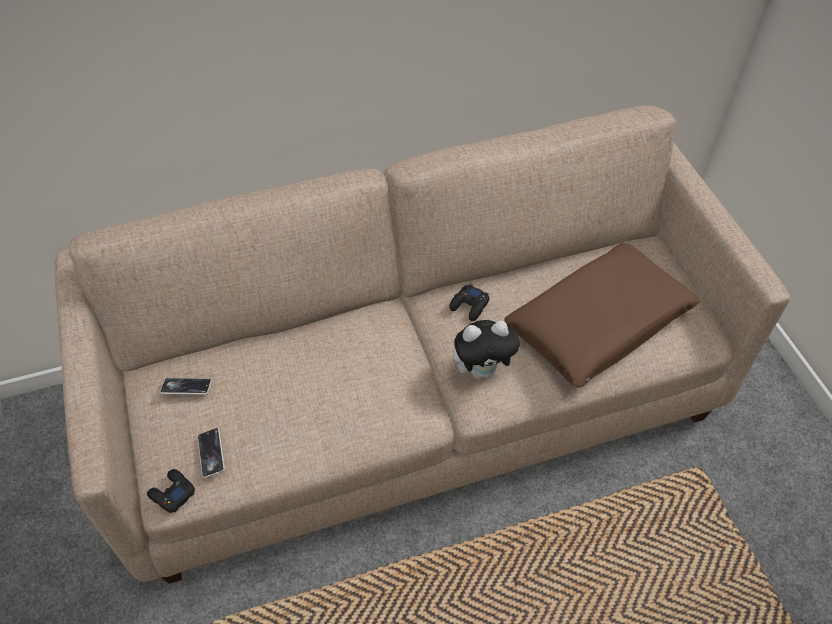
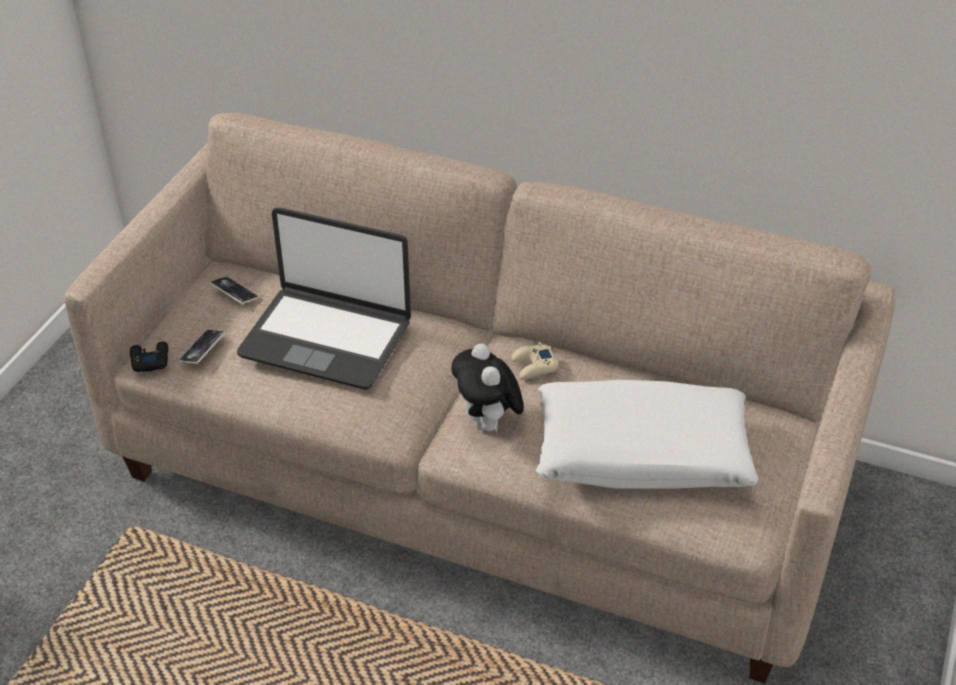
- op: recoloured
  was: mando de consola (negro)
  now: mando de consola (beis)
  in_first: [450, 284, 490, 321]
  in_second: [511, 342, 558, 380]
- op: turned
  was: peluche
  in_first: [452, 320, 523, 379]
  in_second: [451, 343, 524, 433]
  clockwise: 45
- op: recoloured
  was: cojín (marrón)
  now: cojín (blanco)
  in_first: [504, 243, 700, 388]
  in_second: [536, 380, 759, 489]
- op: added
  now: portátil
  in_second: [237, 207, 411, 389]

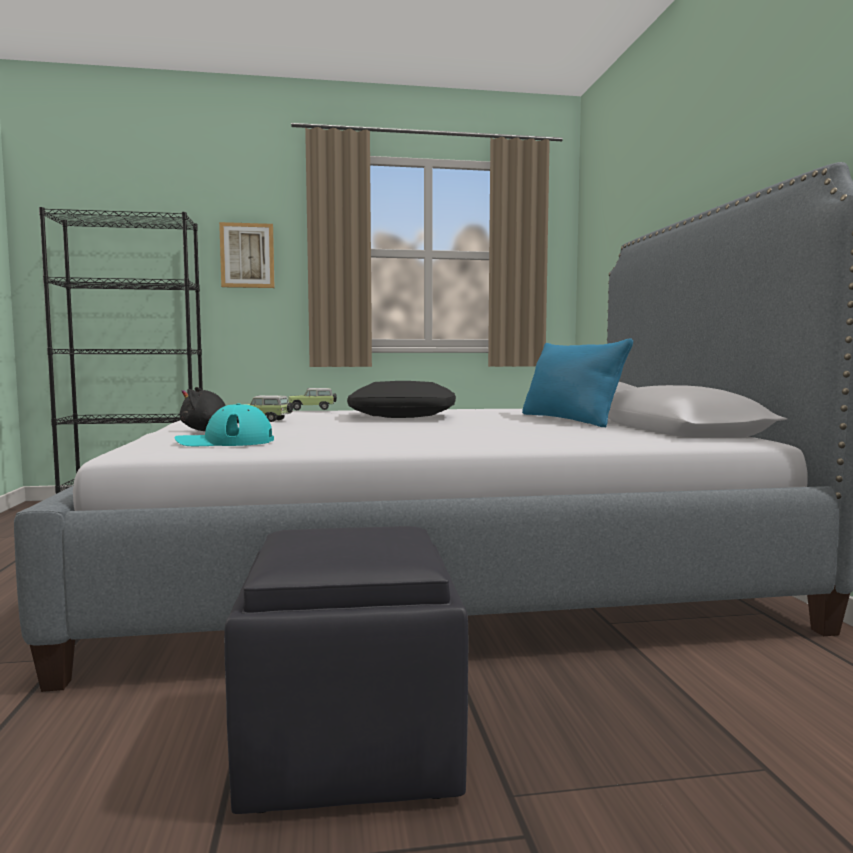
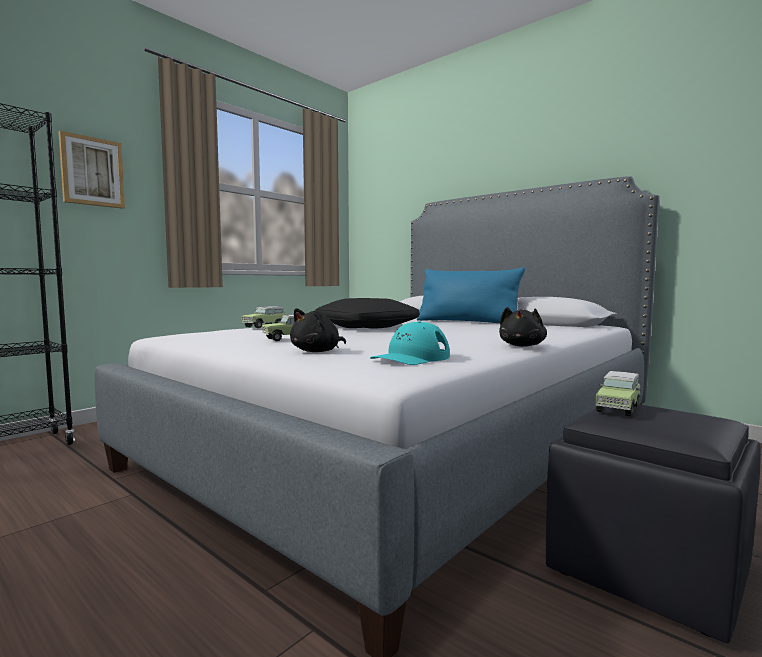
- op: added
  now: peluche (negro)
  in_second: [499, 307, 547, 347]
- op: added
  now: coche de juguete
  in_second: [595, 371, 641, 417]

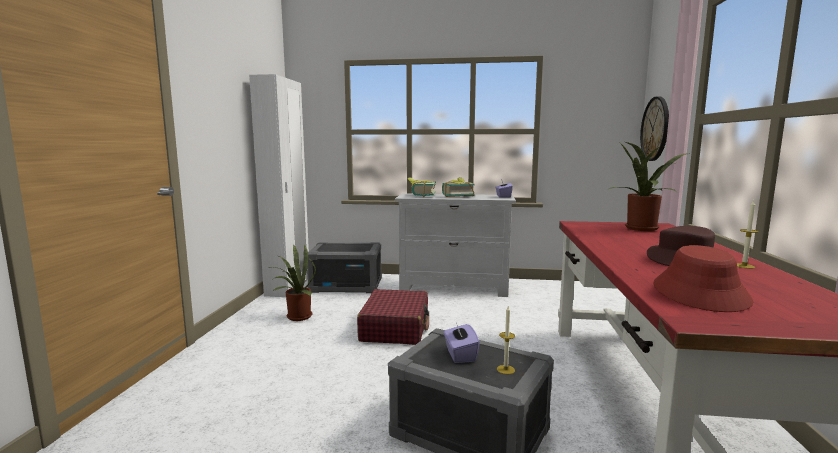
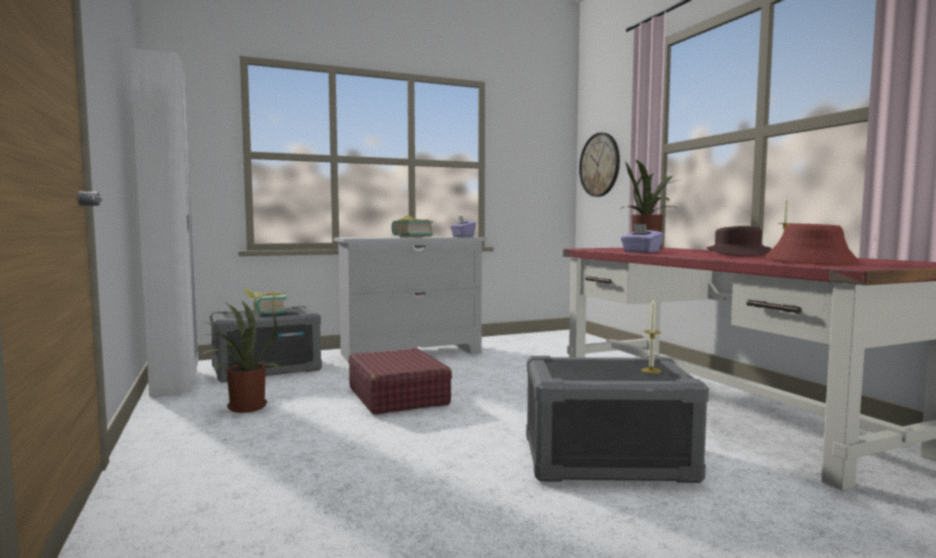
- op: moved
  was: libro
  in_first: [407, 178, 436, 197]
  in_second: [243, 289, 287, 315]
- op: moved
  was: caja de pañuelos (morado)
  in_first: [444, 323, 480, 363]
  in_second: [621, 224, 664, 253]

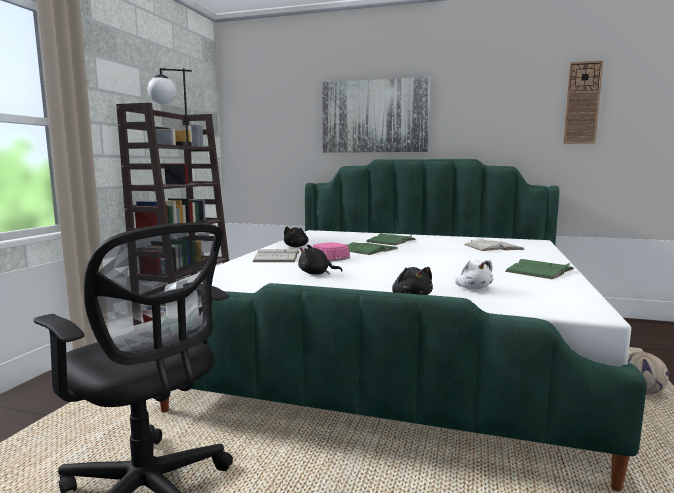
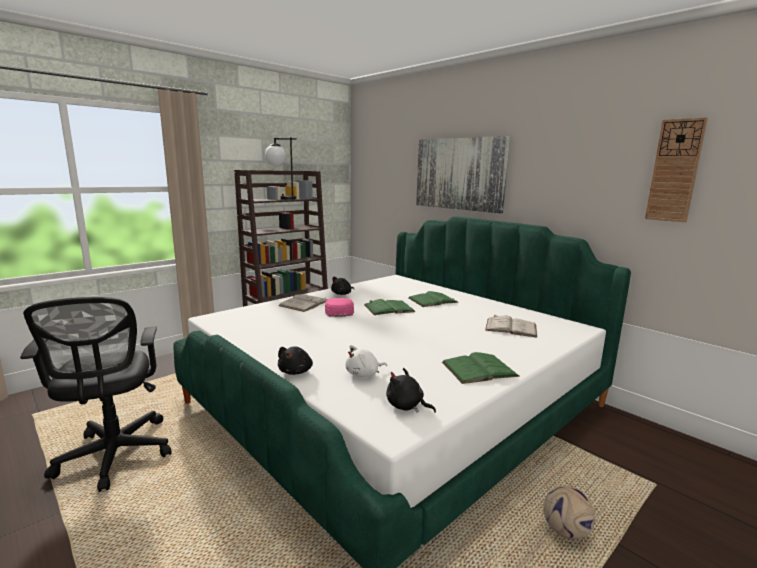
- op: moved
  was: peluche (negro)
  in_first: [298, 244, 342, 275]
  in_second: [386, 368, 436, 413]
- op: turned
  was: peluche (blanco)
  in_first: [454, 259, 493, 290]
  in_second: [345, 345, 387, 378]
  clockwise: 45

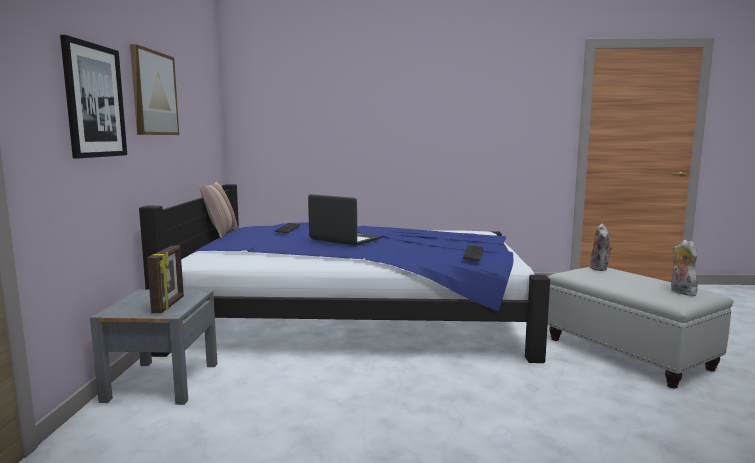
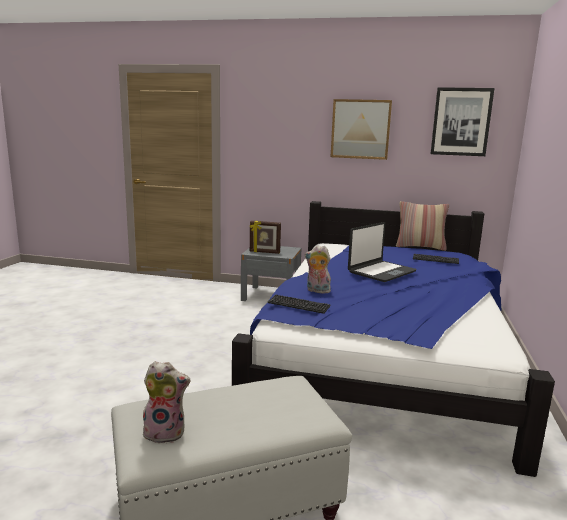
- op: moved
  was: cuadro
  in_first: [60, 35, 127, 158]
  in_second: [431, 87, 495, 156]
- op: moved
  was: peluche
  in_first: [590, 224, 613, 271]
  in_second: [305, 245, 331, 294]

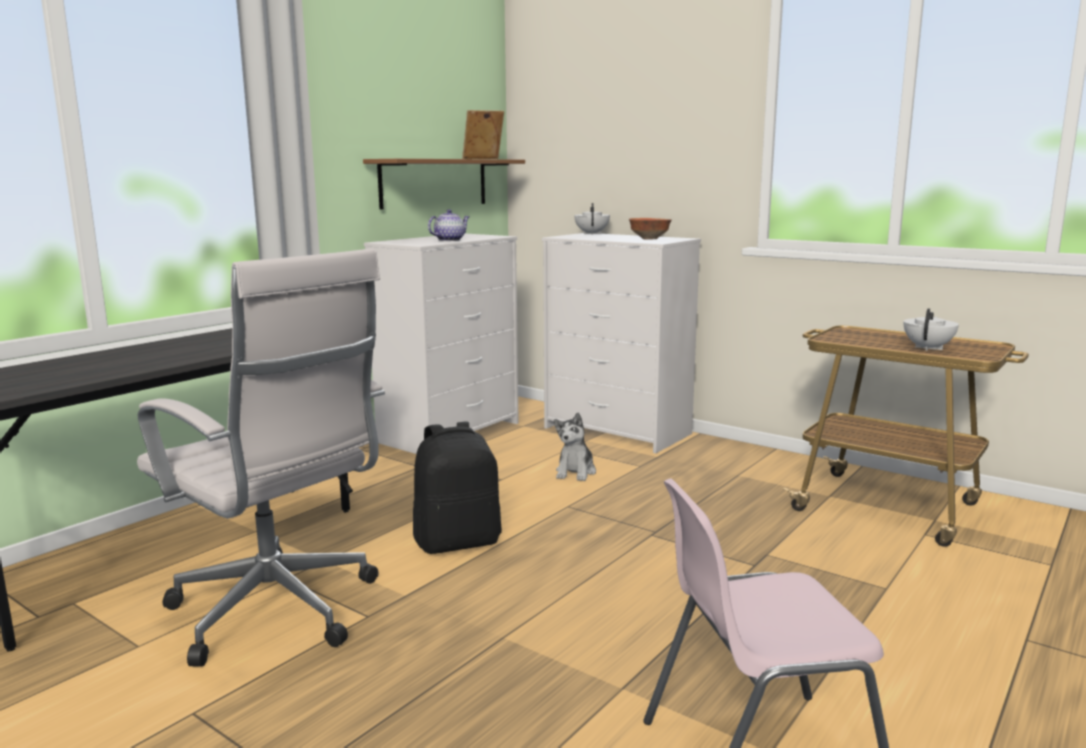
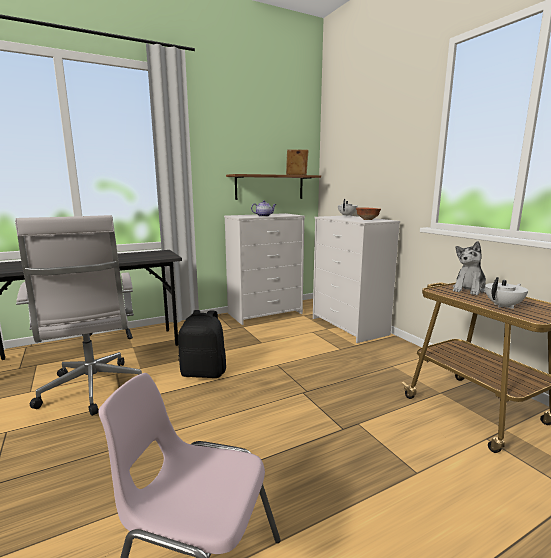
- op: moved
  was: peluche
  in_first: [554, 413, 596, 481]
  in_second: [453, 241, 486, 295]

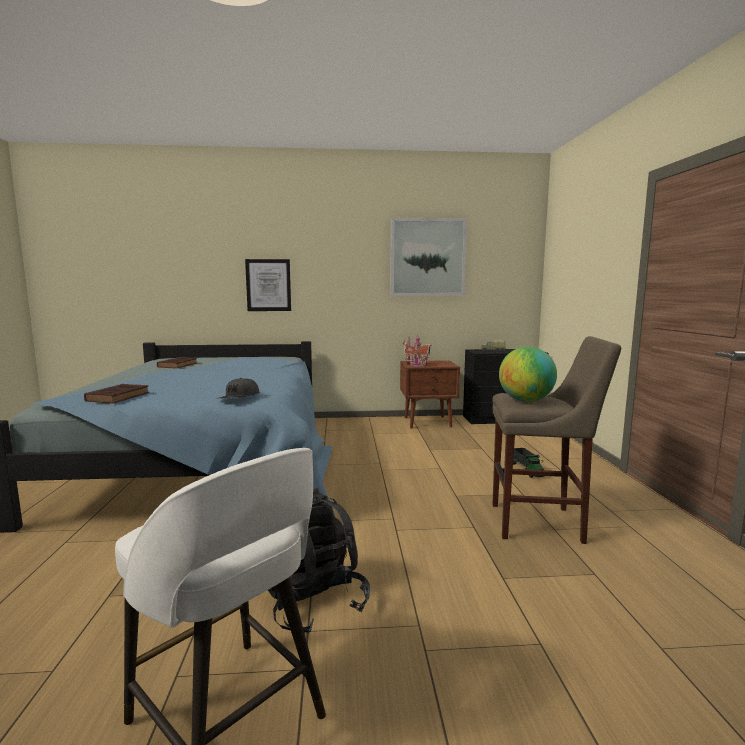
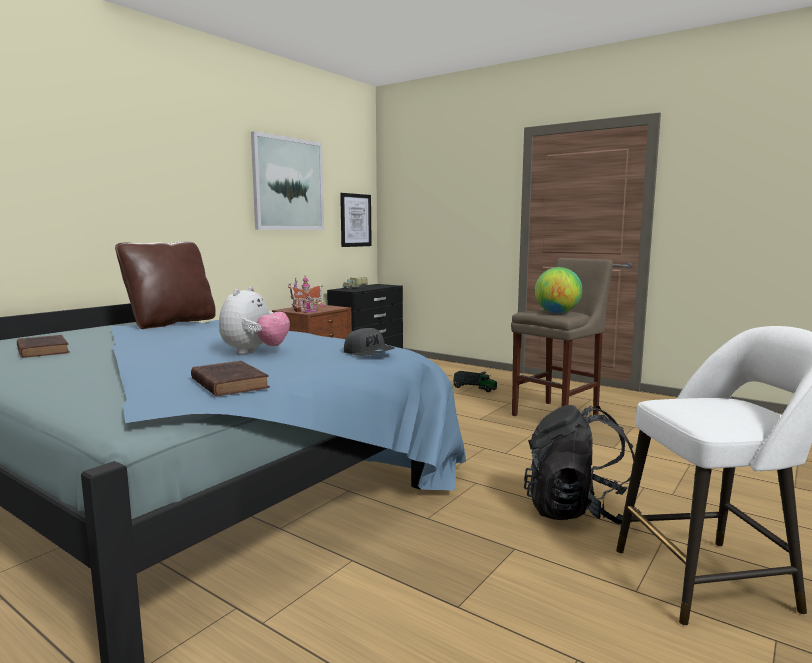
- op: moved
  was: cuadro
  in_first: [245, 259, 291, 311]
  in_second: [340, 193, 372, 247]
- op: added
  now: cojín (marrón)
  in_second: [115, 241, 216, 329]
- op: added
  now: peluche
  in_second: [219, 286, 290, 354]

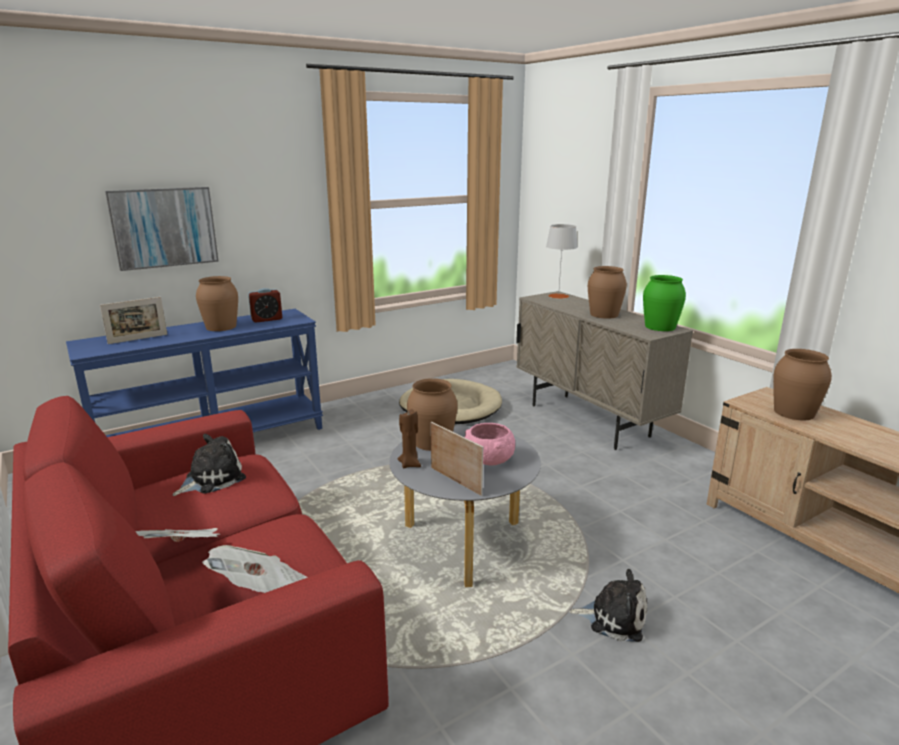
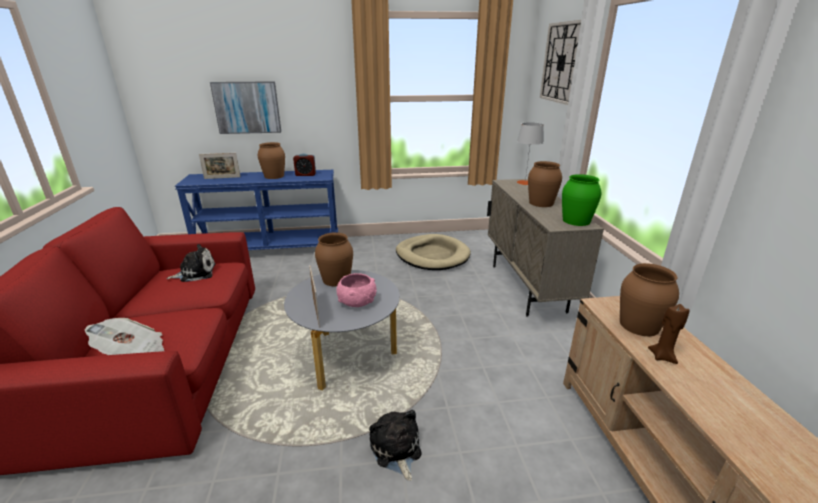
- op: removed
  was: periódico
  in_first: [135, 528, 220, 542]
- op: moved
  was: vela (marrón)
  in_first: [397, 409, 421, 468]
  in_second: [648, 304, 690, 364]
- op: turned
  was: peluche
  in_first: [569, 569, 647, 642]
  in_second: [369, 410, 421, 481]
  clockwise: -150
- op: added
  now: reloj de pared
  in_second: [540, 20, 581, 105]

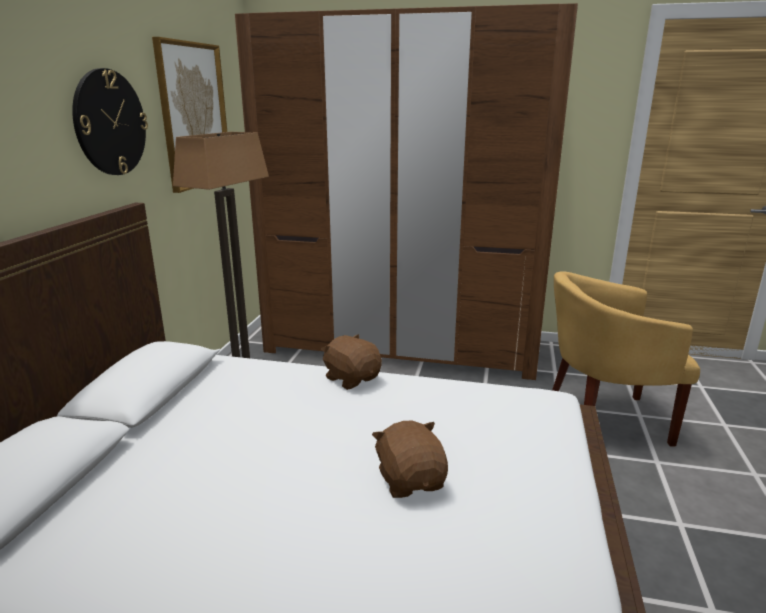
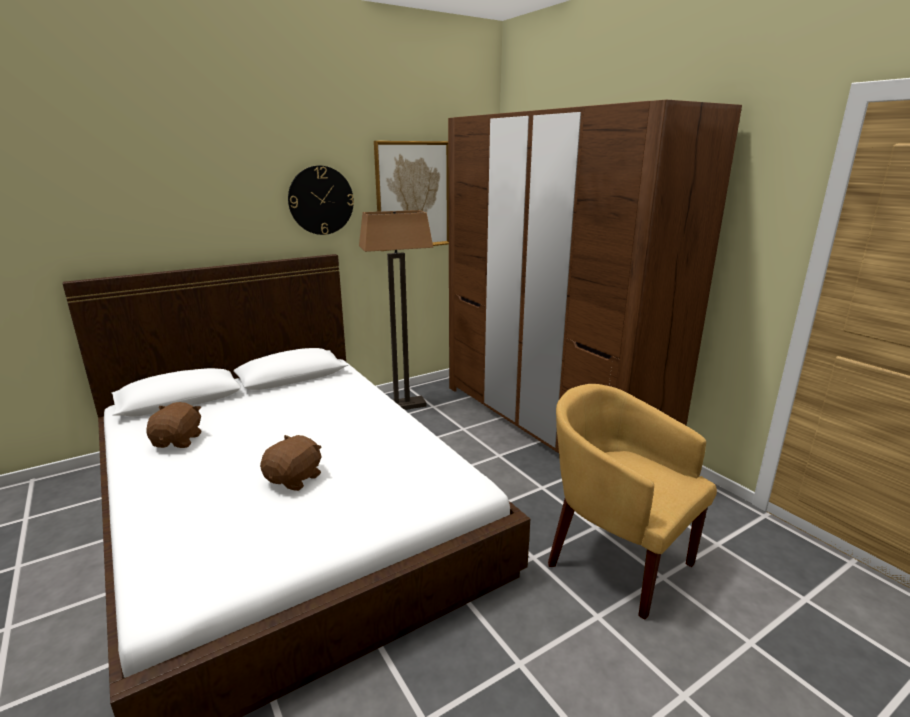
- op: moved
  was: peluche (marrón)
  in_first: [321, 334, 382, 390]
  in_second: [147, 402, 202, 448]

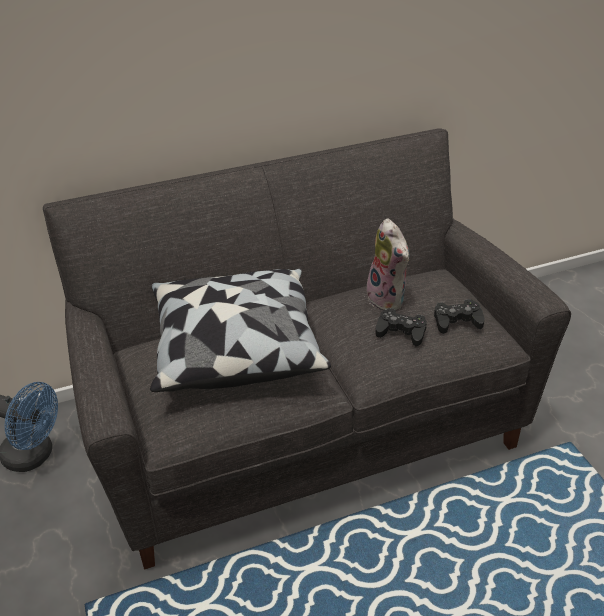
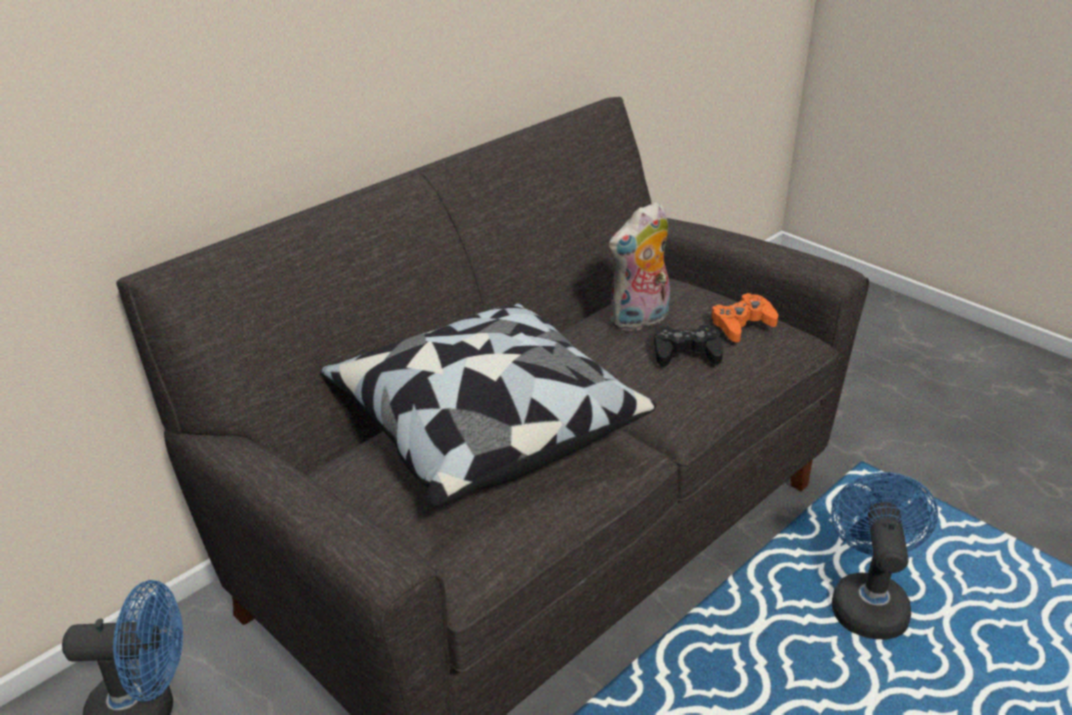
- op: turned
  was: peluche
  in_first: [366, 218, 409, 311]
  in_second: [609, 201, 670, 332]
  clockwise: 105
- op: recoloured
  was: mando de consola (negro)
  now: mando de consola (naranja)
  in_first: [434, 299, 485, 334]
  in_second: [710, 293, 778, 343]
- op: added
  now: ventilador (azul)
  in_second: [831, 472, 938, 640]

